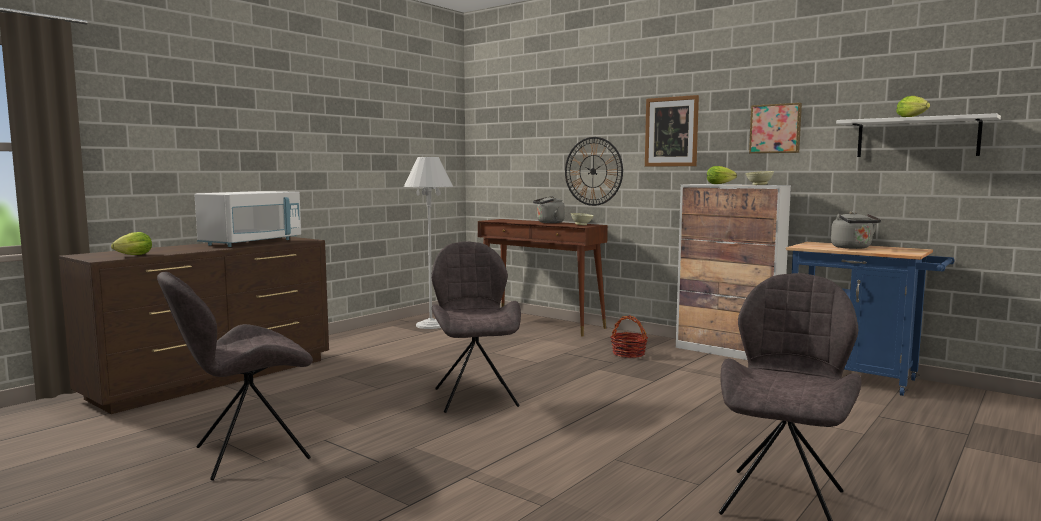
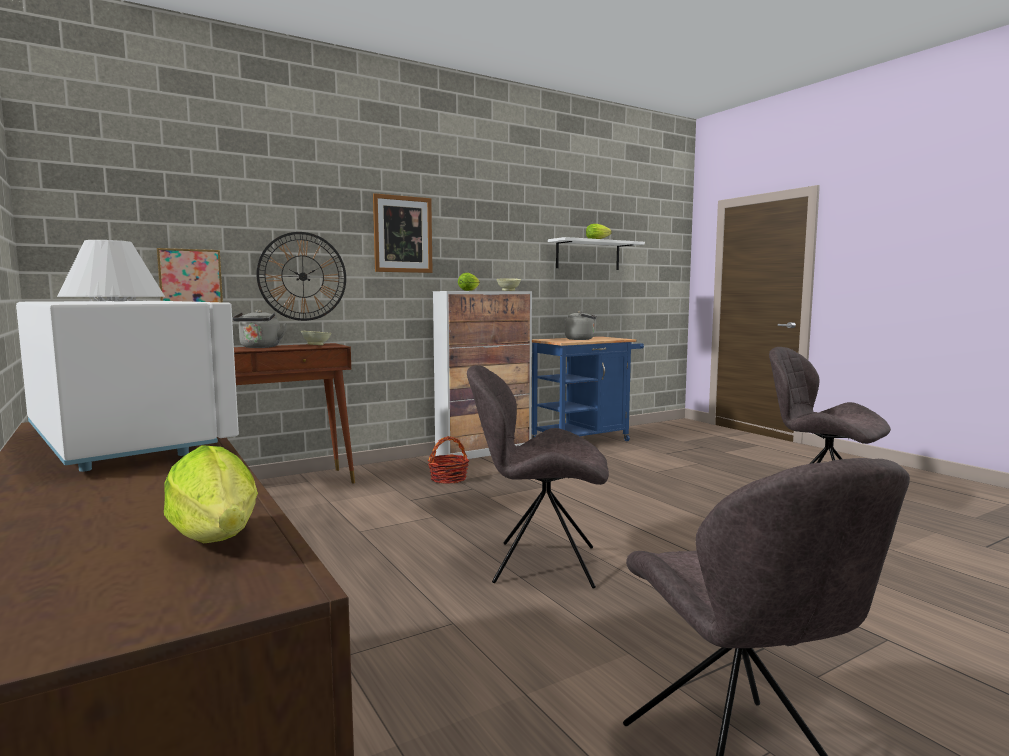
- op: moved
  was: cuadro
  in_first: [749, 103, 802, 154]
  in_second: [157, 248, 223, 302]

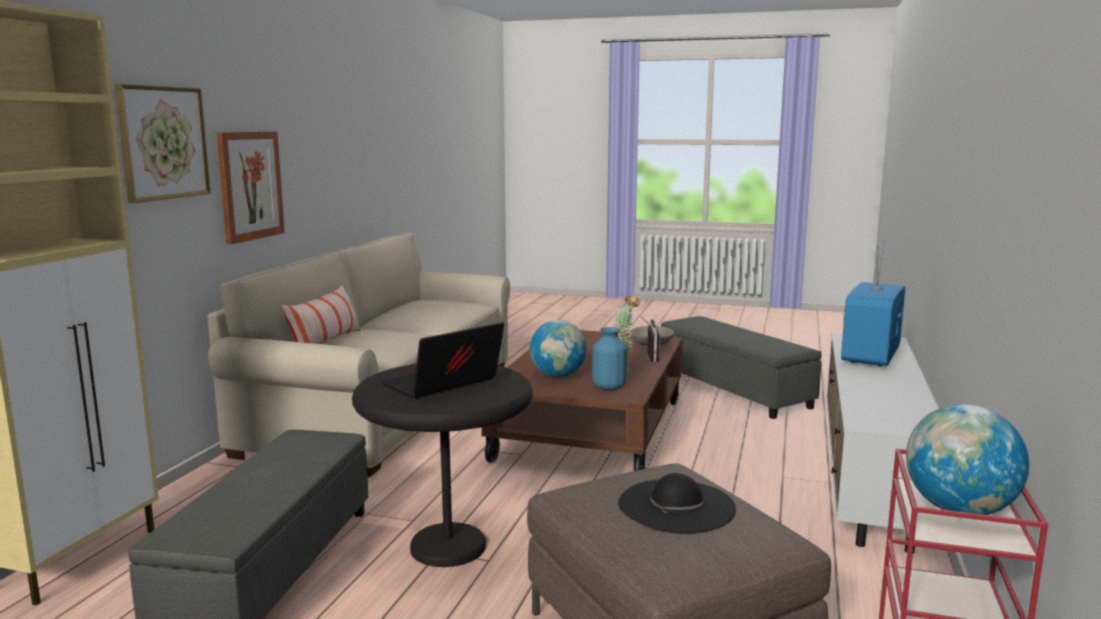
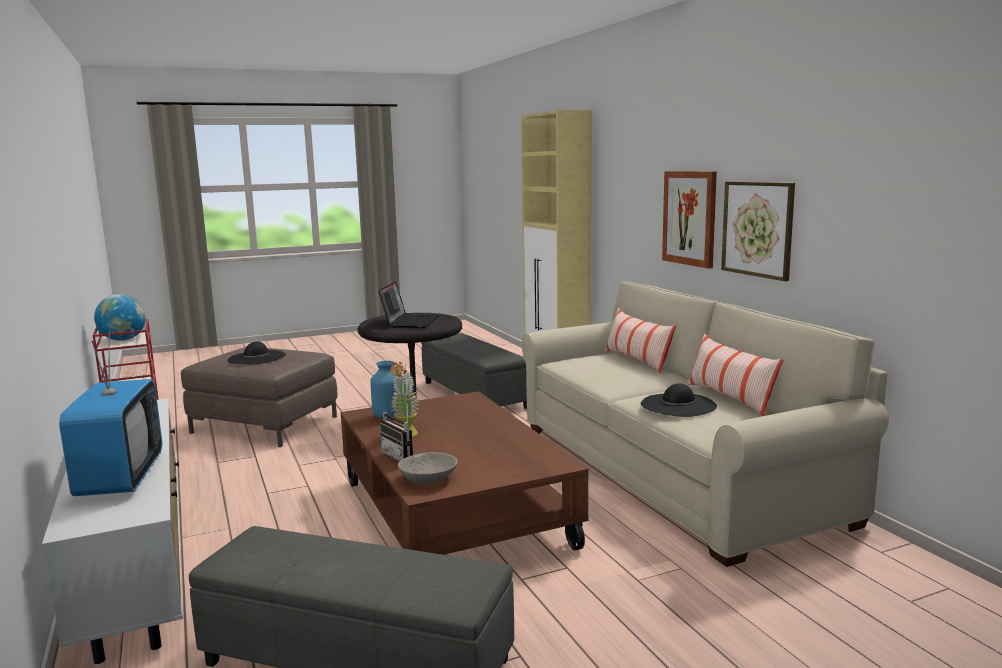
- op: moved
  was: cuadro
  in_first: [115, 84, 211, 203]
  in_second: [721, 181, 795, 281]
- op: removed
  was: globo terráqueo
  in_first: [530, 320, 587, 378]
- op: added
  now: sombrero (negro)
  in_second: [641, 383, 717, 417]
- op: added
  now: cojín
  in_second: [687, 334, 783, 416]

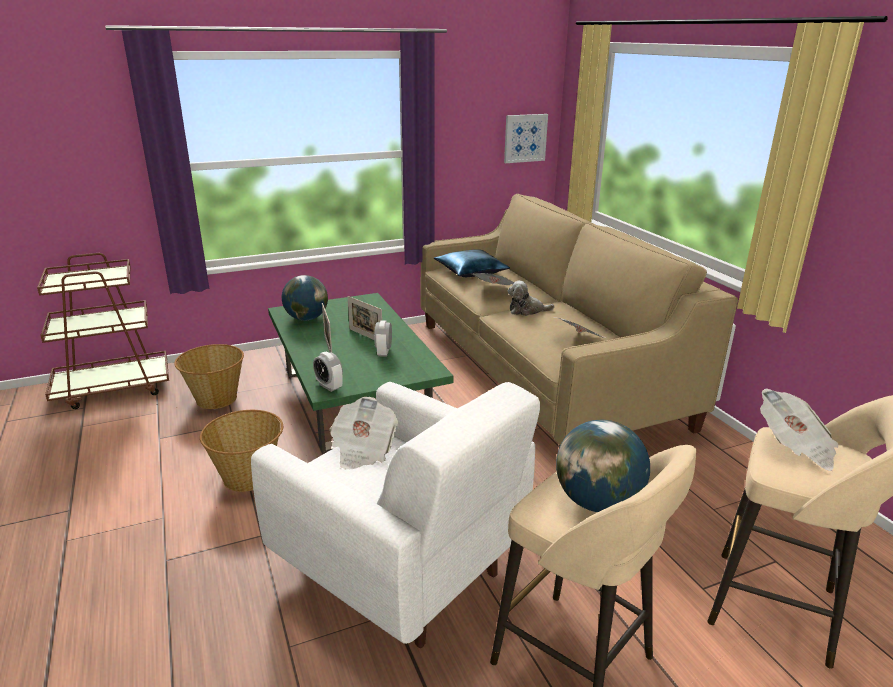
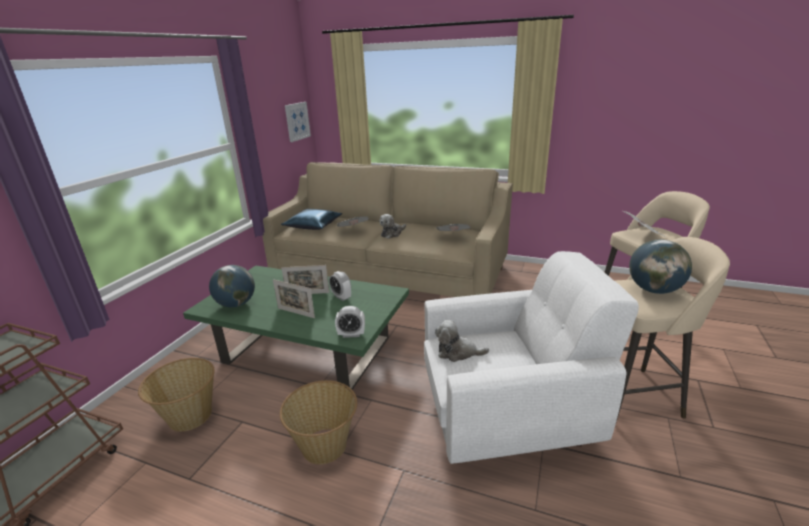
- op: replaced
  was: periódico
  now: peluche
  in_first: [330, 397, 398, 470]
  in_second: [435, 320, 489, 362]

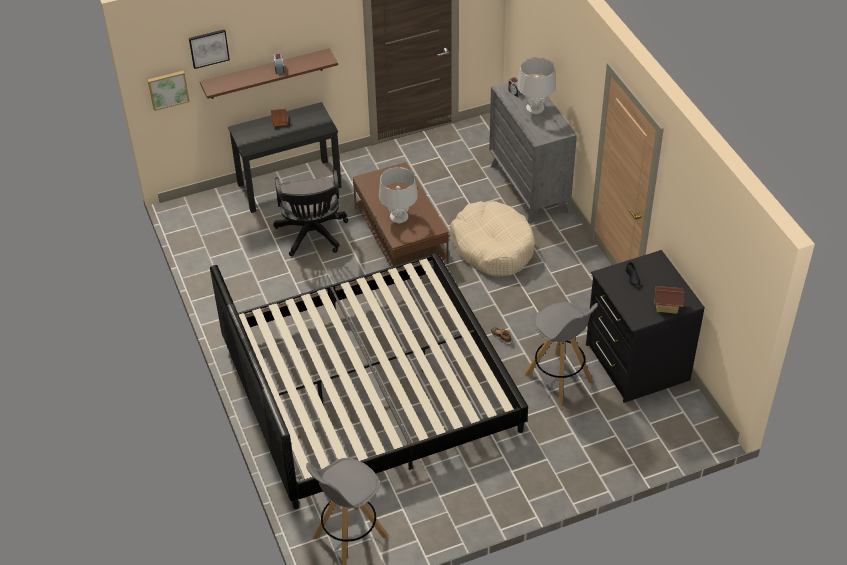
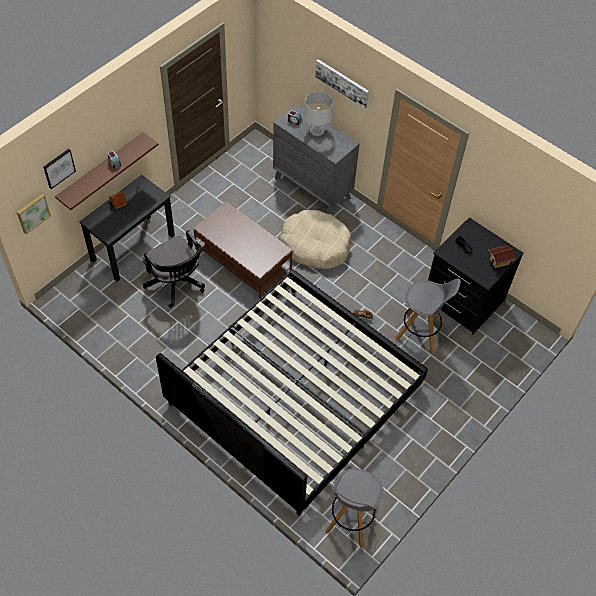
- op: removed
  was: lámpara de mesa (gris)
  in_first: [379, 167, 418, 224]
- op: added
  now: cuadro
  in_second: [315, 59, 369, 108]

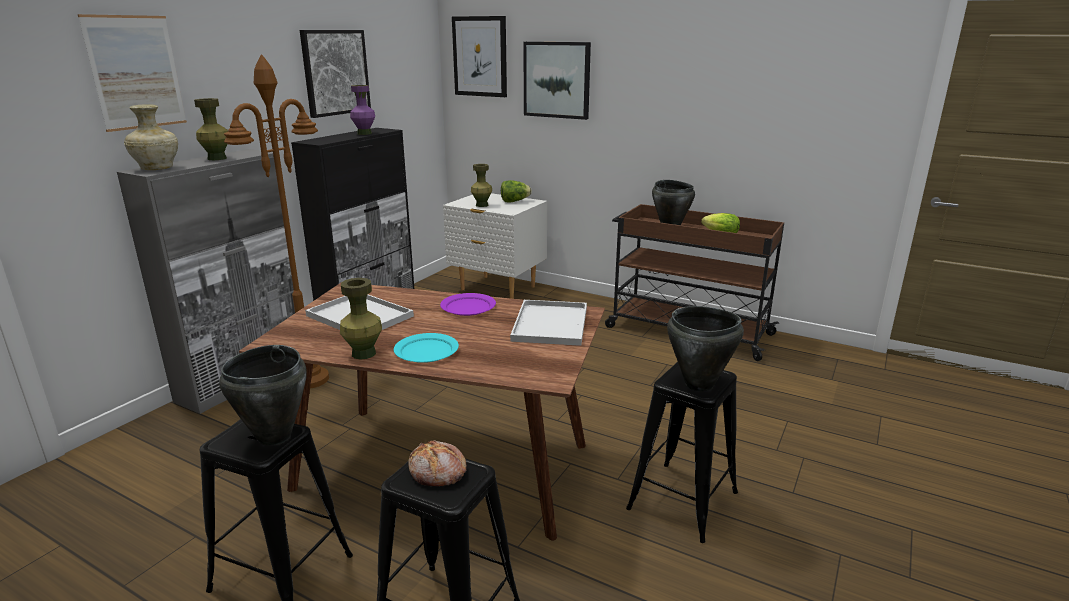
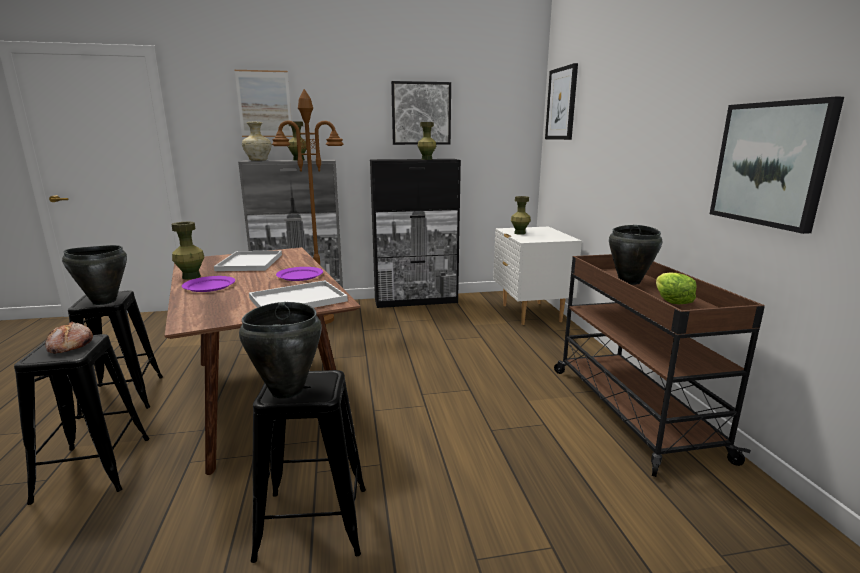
- op: recoloured
  was: florero (morado)
  now: florero (verde)
  in_first: [350, 85, 375, 135]
  in_second: [418, 122, 436, 160]
- op: recoloured
  was: plato (turquesa)
  now: plato (morado)
  in_first: [394, 333, 459, 363]
  in_second: [182, 276, 235, 292]
- op: removed
  was: lechuga
  in_first: [501, 180, 532, 203]
- op: moved
  was: cuadro
  in_first: [523, 42, 591, 120]
  in_second: [710, 97, 844, 234]

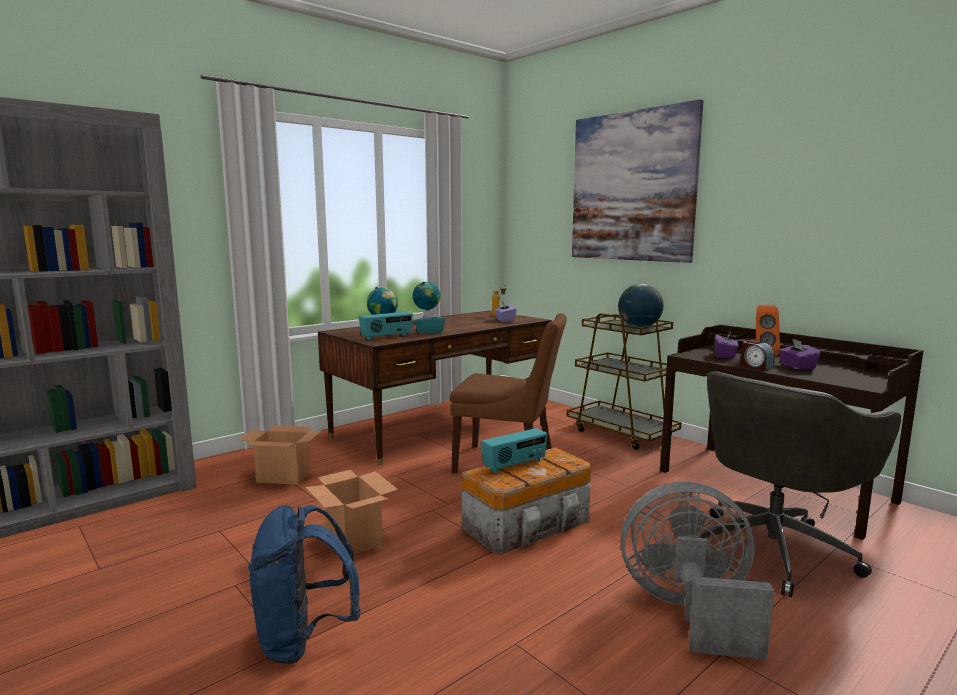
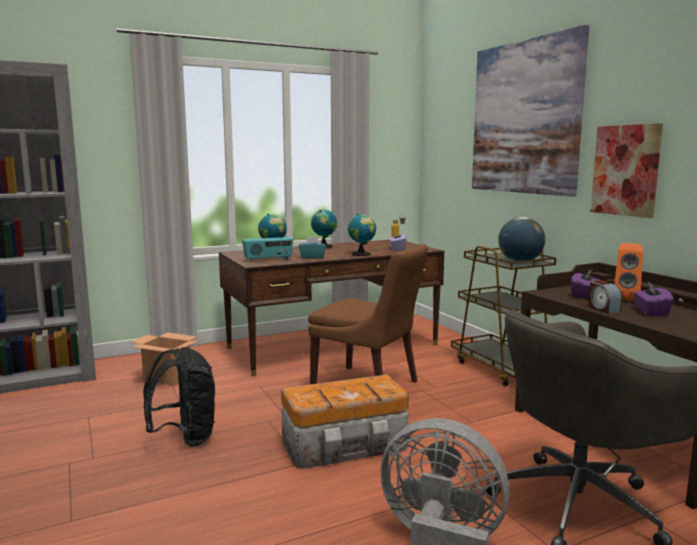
- op: removed
  was: mochila (azul)
  in_first: [248, 505, 361, 664]
- op: replaced
  was: caja de cartón
  now: mochila (negro)
  in_first: [305, 470, 398, 555]
  in_second: [143, 347, 215, 447]
- op: removed
  was: radio
  in_first: [481, 428, 547, 473]
- op: added
  now: globo terráqueo
  in_second: [348, 214, 376, 256]
- op: added
  now: cuadro
  in_second: [591, 123, 663, 218]

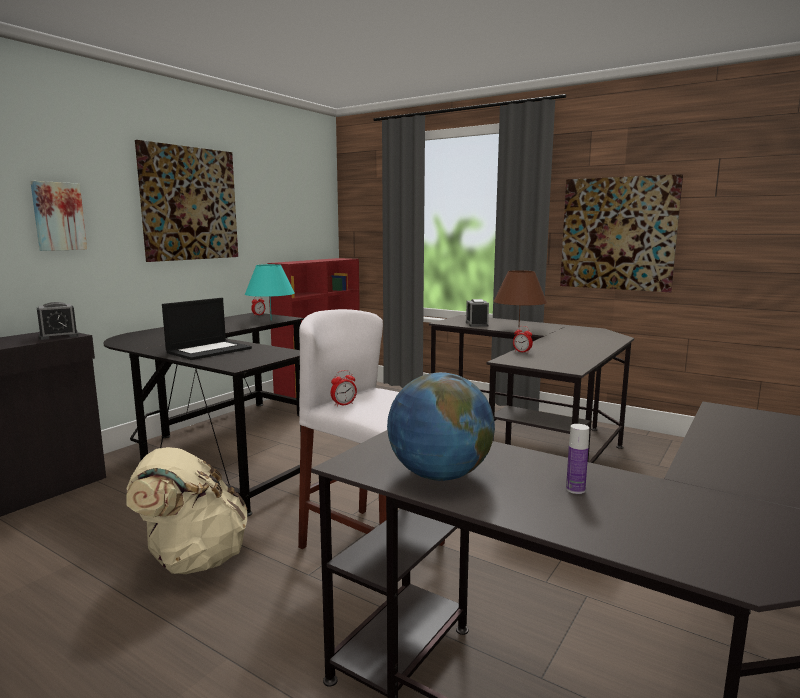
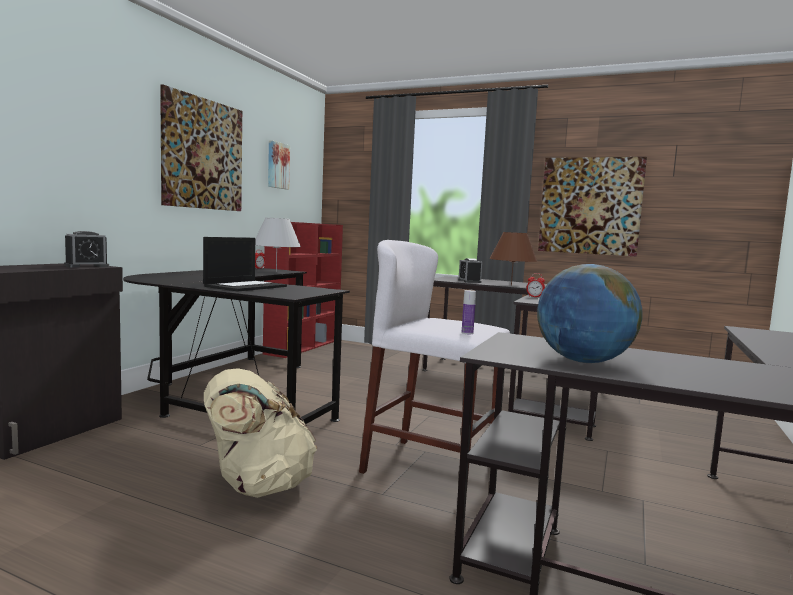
- op: moved
  was: cuadro
  in_first: [30, 181, 87, 251]
  in_second: [268, 141, 290, 189]
- op: recoloured
  was: lámpara de mesa (turquesa)
  now: lámpara de mesa (blanco)
  in_first: [245, 264, 295, 320]
  in_second: [255, 218, 301, 272]
- op: removed
  was: despertador
  in_first: [331, 370, 357, 407]
- op: moved
  was: botella
  in_first: [566, 424, 589, 494]
  in_second: [462, 290, 476, 334]

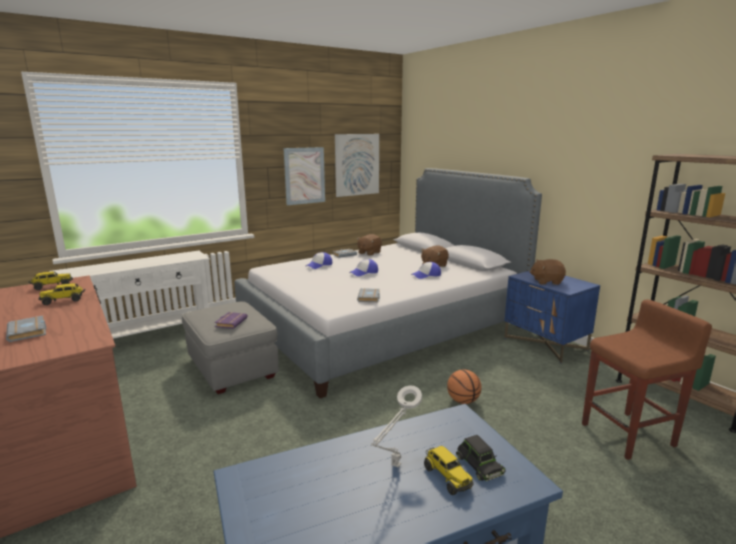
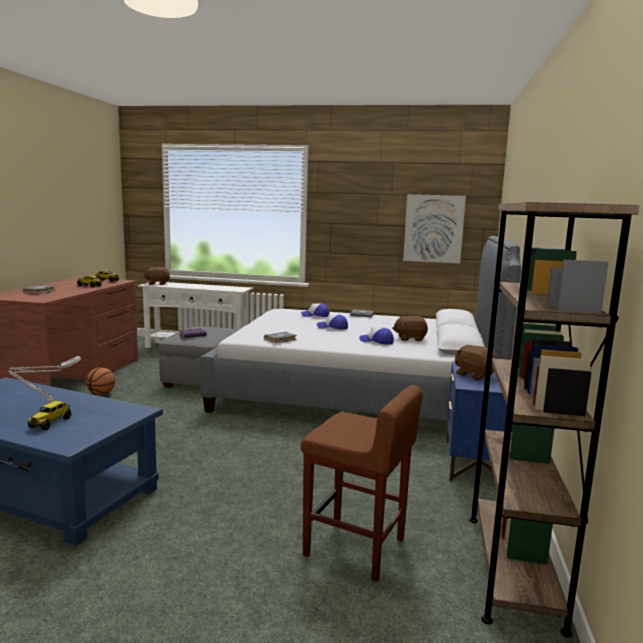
- op: removed
  was: cuadro
  in_first: [283, 147, 325, 205]
- op: moved
  was: peluche (marrón)
  in_first: [357, 234, 382, 256]
  in_second: [143, 267, 170, 285]
- op: moved
  was: balón de baloncesto
  in_first: [447, 369, 482, 404]
  in_second: [86, 367, 115, 395]
- op: removed
  was: coche de juguete (negro)
  in_first: [456, 435, 506, 481]

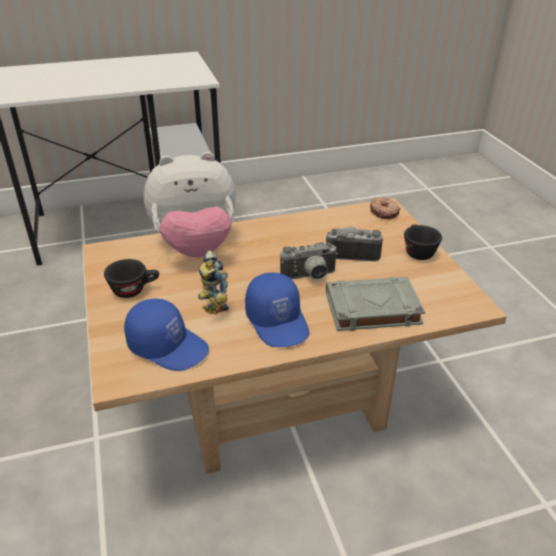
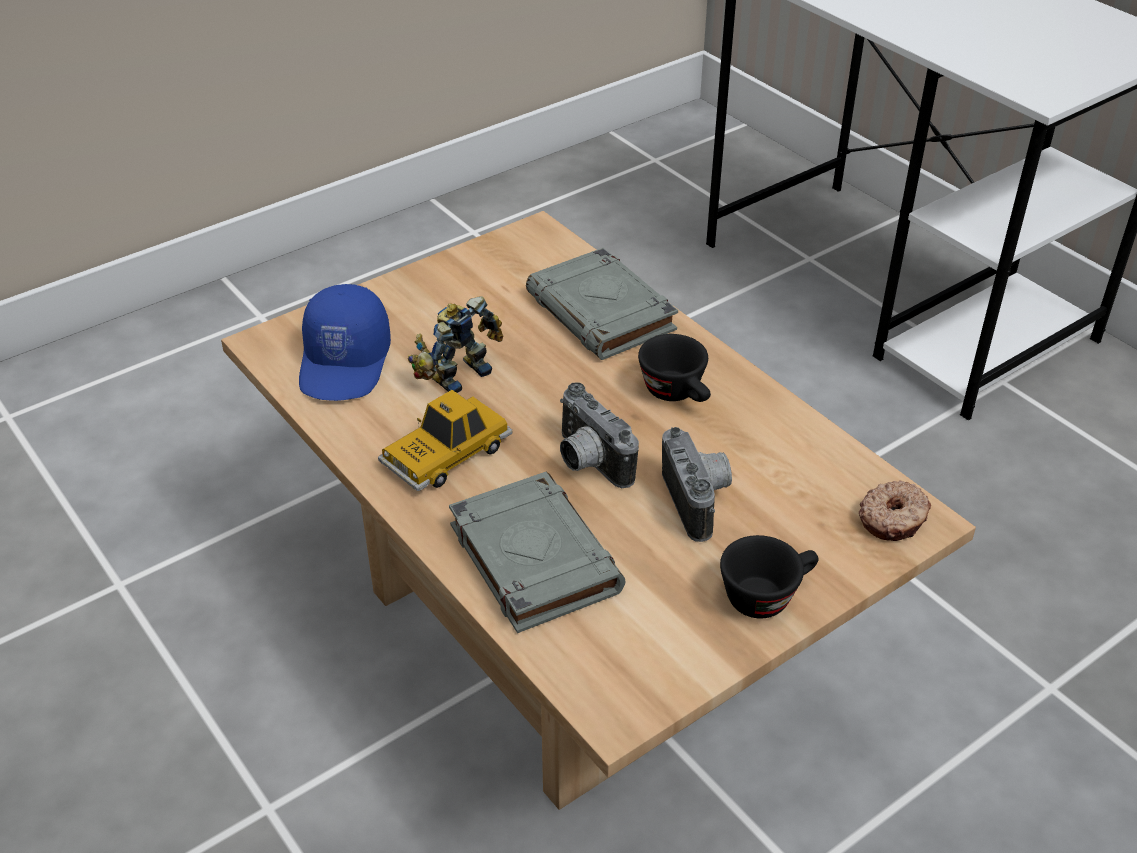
- op: moved
  was: taza (negro)
  in_first: [104, 259, 159, 298]
  in_second: [638, 334, 711, 402]
- op: replaced
  was: peluche
  now: libro (gris)
  in_first: [144, 152, 236, 257]
  in_second: [526, 248, 678, 360]
- op: replaced
  was: gorra (azul)
  now: coche de juguete
  in_first: [245, 272, 310, 347]
  in_second: [378, 390, 512, 491]

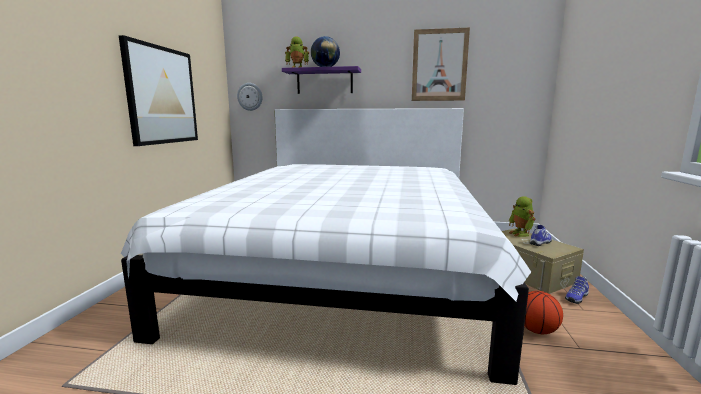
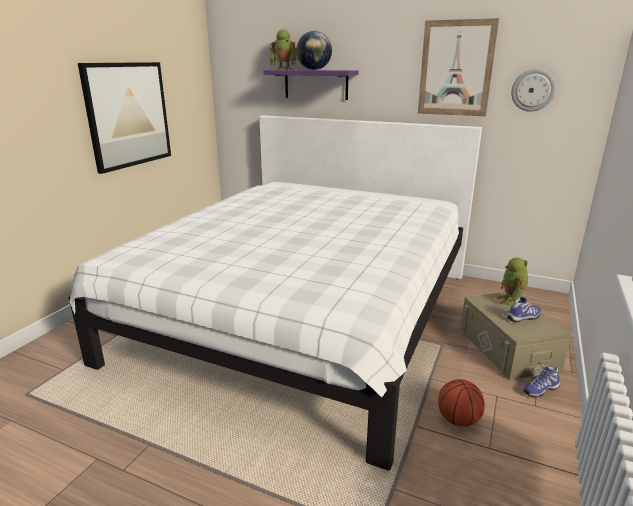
- op: moved
  was: reloj de pared
  in_first: [237, 83, 263, 111]
  in_second: [511, 69, 556, 112]

